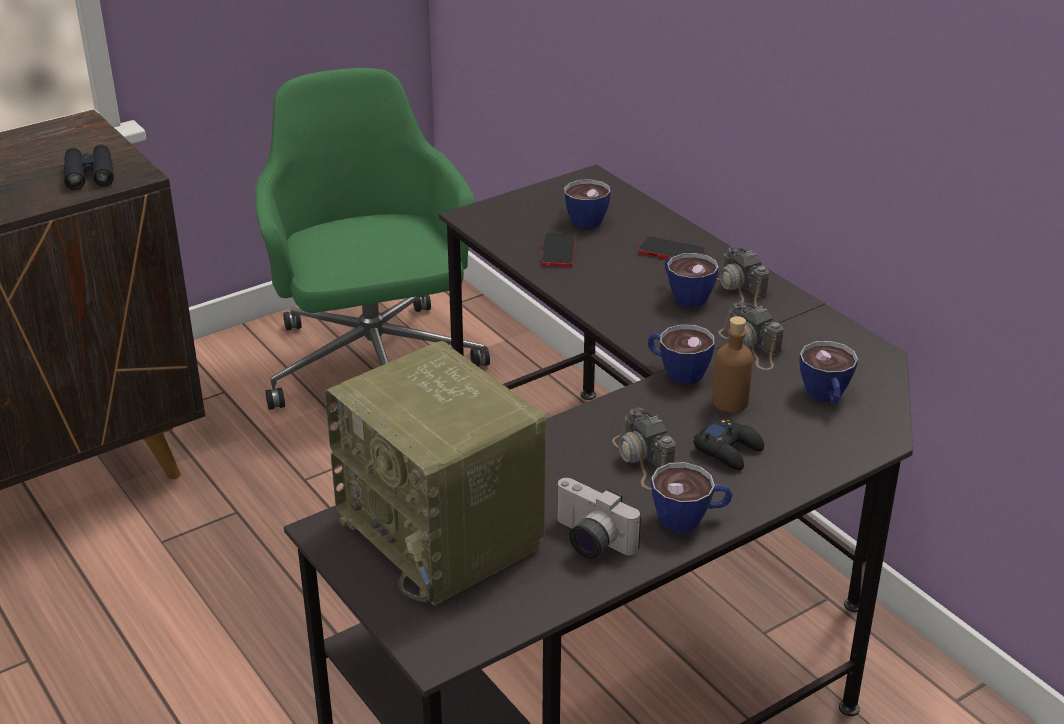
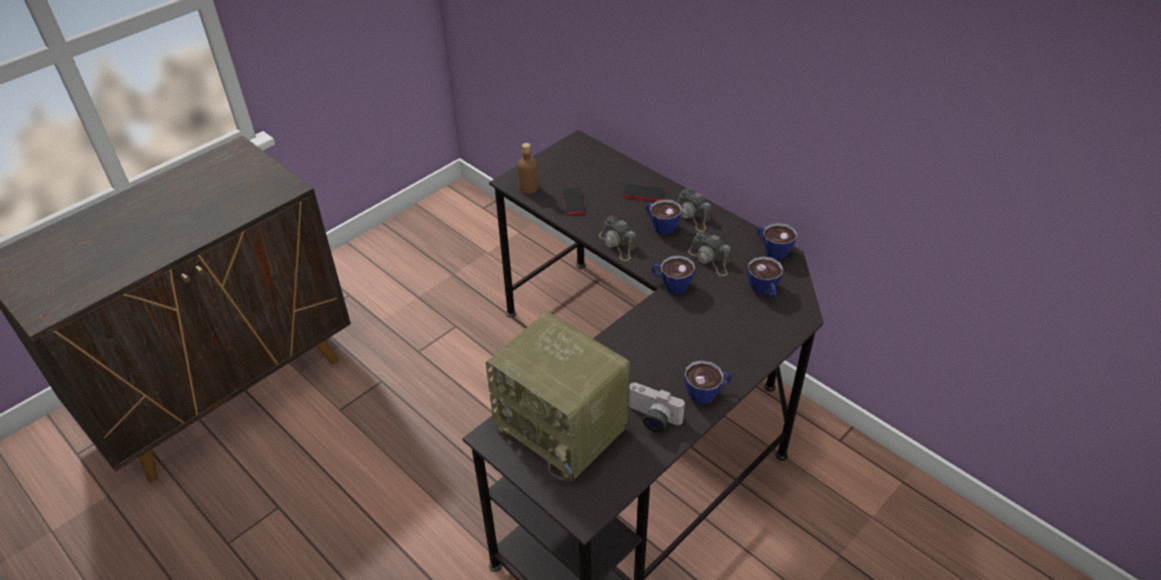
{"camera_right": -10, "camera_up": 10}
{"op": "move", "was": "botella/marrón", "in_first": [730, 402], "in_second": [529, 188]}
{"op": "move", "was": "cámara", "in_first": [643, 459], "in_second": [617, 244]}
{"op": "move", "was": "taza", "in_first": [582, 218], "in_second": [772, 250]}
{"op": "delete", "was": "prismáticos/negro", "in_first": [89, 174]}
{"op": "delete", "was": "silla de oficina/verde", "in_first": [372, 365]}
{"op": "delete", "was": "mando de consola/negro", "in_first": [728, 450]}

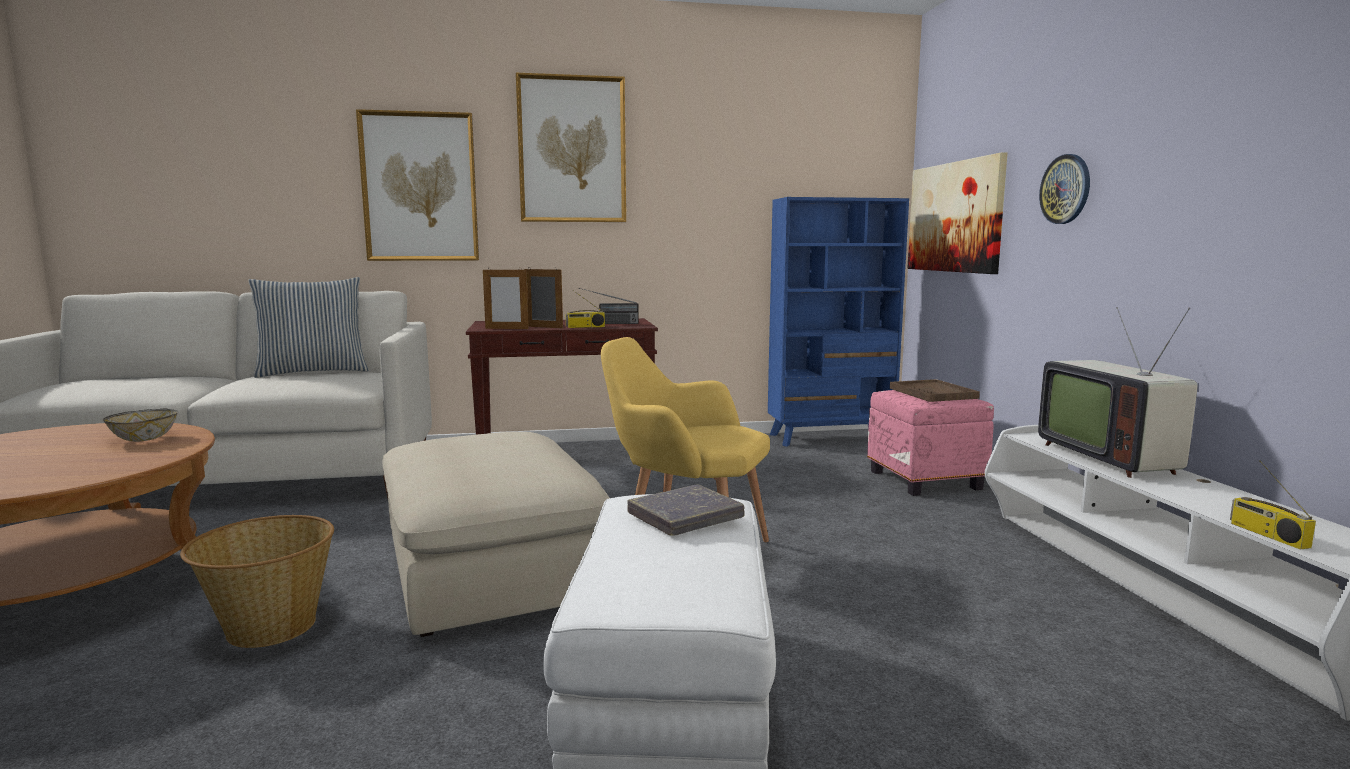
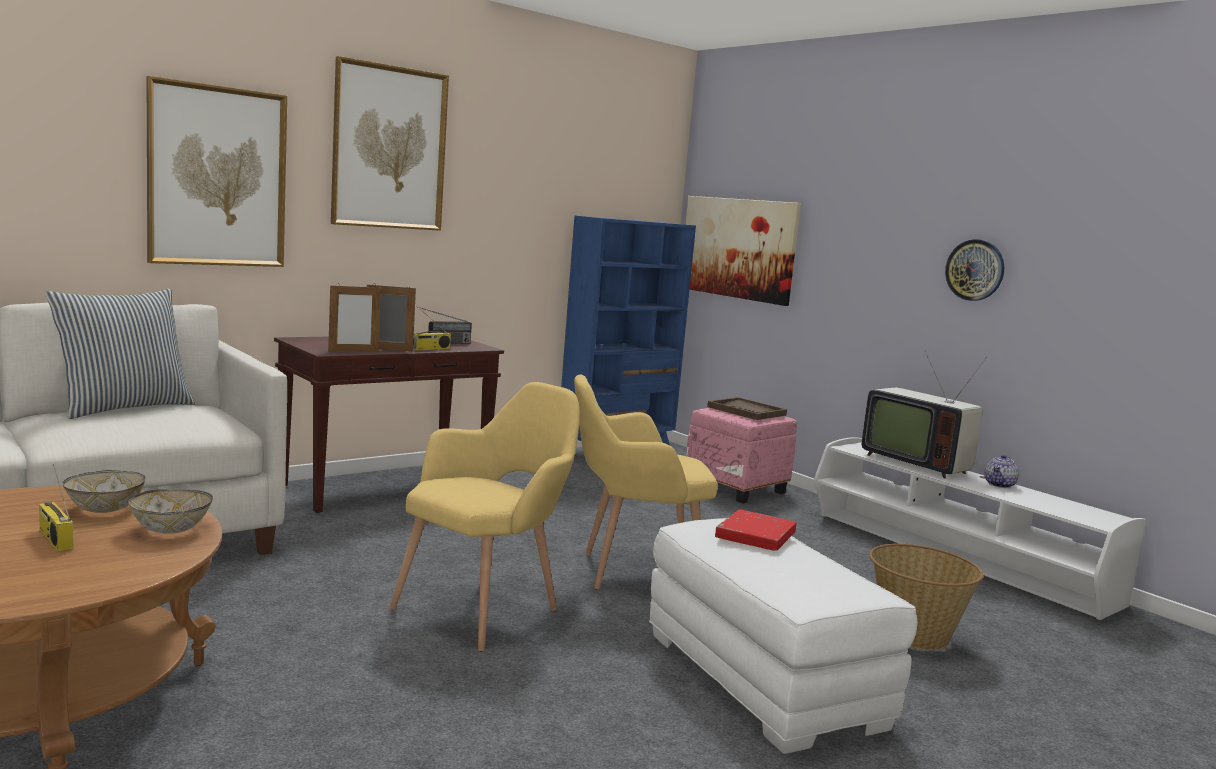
{"camera_right": -30, "camera_up": 0}
{"op": "move", "was": "radio", "in_first": [1266, 534], "in_second": [54, 539]}
{"op": "insert", "now": "cuenco", "in_second": [172, 529]}
{"op": "replace", "was": "puf/beis", "now": "sillón/amarillo", "in_first": [492, 568], "in_second": [486, 608]}
{"op": "recolor", "was": "libro/gris", "now": "libro/rojo", "in_first": [685, 517], "in_second": [756, 536]}
{"op": "move", "was": "cesta", "in_first": [269, 627], "in_second": [914, 635]}
{"op": "move", "was": "reloj de pared", "in_first": [1065, 189], "in_second": [975, 270]}
{"op": "insert", "now": "tetera", "in_second": [1000, 485]}

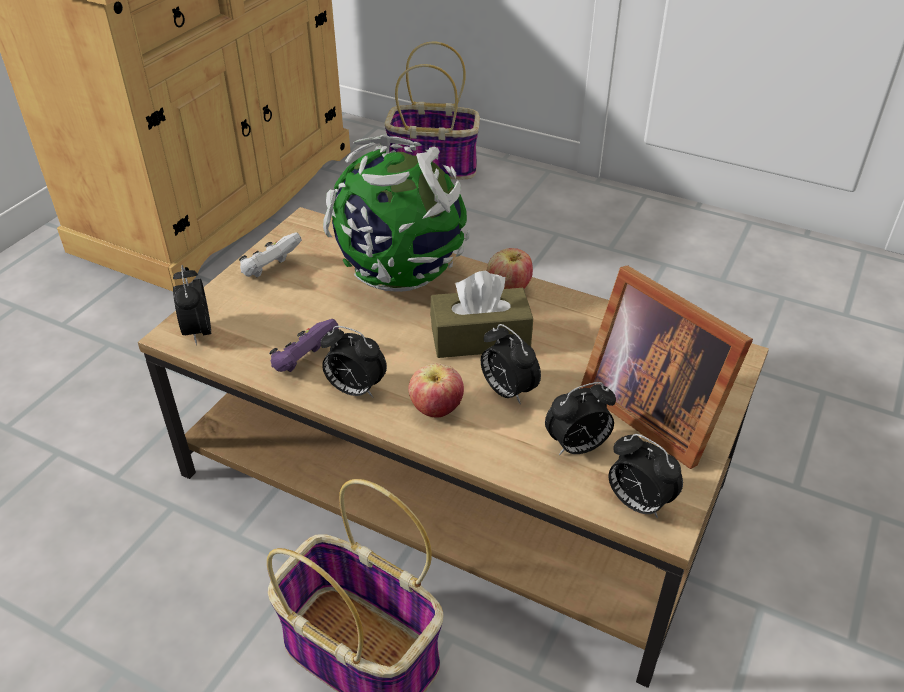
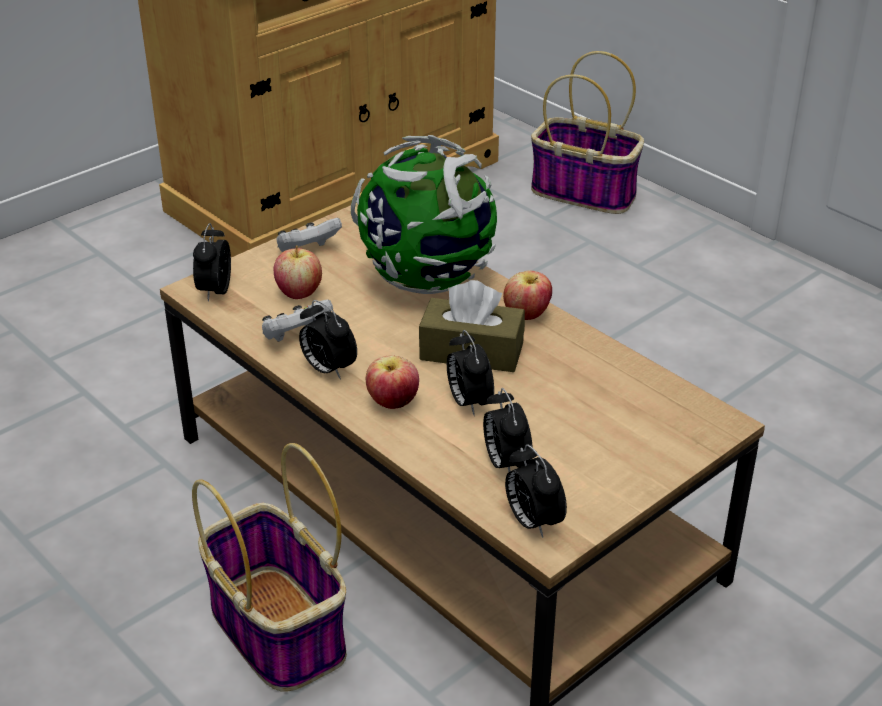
{"camera_right": 20, "camera_up": -5}
{"op": "recolor", "was": "mando de consola/morado", "now": "mando de consola/blanco", "in_first": [304, 362], "in_second": [295, 336]}
{"op": "insert", "now": "manzana", "in_second": [299, 292]}
{"op": "rotate", "was": "despertador", "in_first": [577, 447], "in_second": [505, 463], "clockwise": 75}
{"op": "delete", "was": "portarretratos", "in_first": [650, 408]}

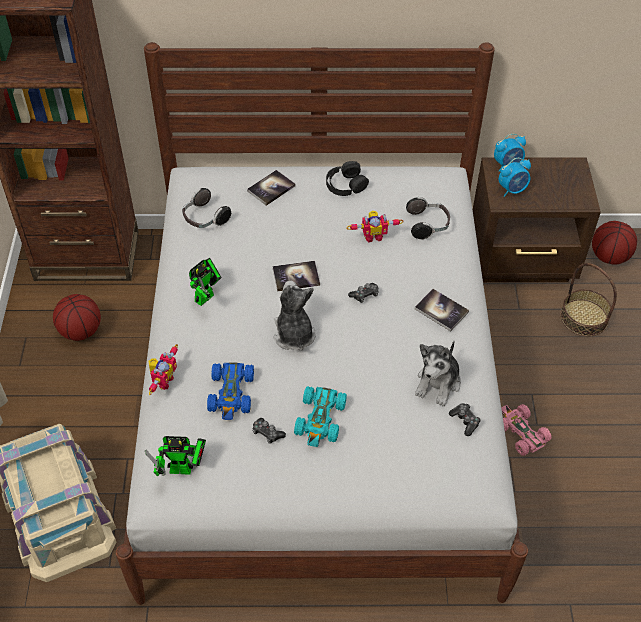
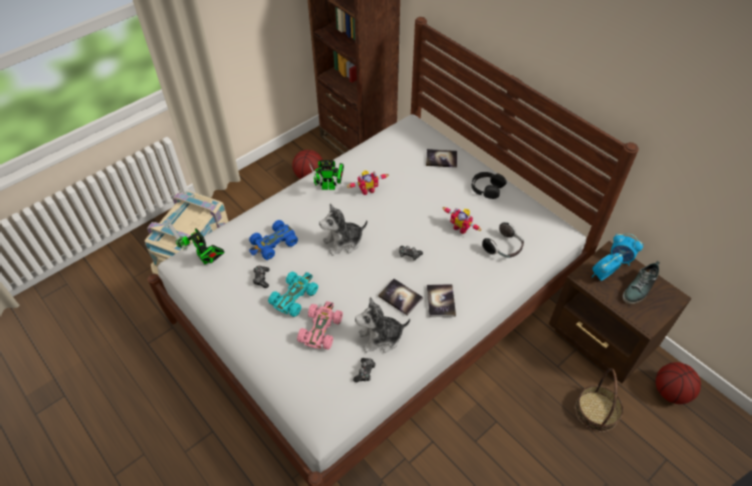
{"camera_right": 50, "camera_up": 0}
{"op": "rotate", "was": "coche de juguete/turquesa", "in_first": [320, 419], "in_second": [294, 296], "clockwise": 150}
{"op": "move", "was": "coche de juguete/rosa", "in_first": [520, 433], "in_second": [320, 329]}
{"op": "rotate", "was": "peluche", "in_first": [293, 334], "in_second": [343, 242], "clockwise": -150}
{"op": "move", "was": "robot de juguete", "in_first": [162, 381], "in_second": [367, 189]}
{"op": "move", "was": "libro", "in_first": [296, 277], "in_second": [400, 297]}
{"op": "rotate", "was": "despertador", "in_first": [512, 190], "in_second": [602, 275], "clockwise": 120}
{"op": "insert", "now": "zapato", "in_second": [639, 288]}
{"op": "delete", "was": "auriculares", "in_first": [204, 219]}

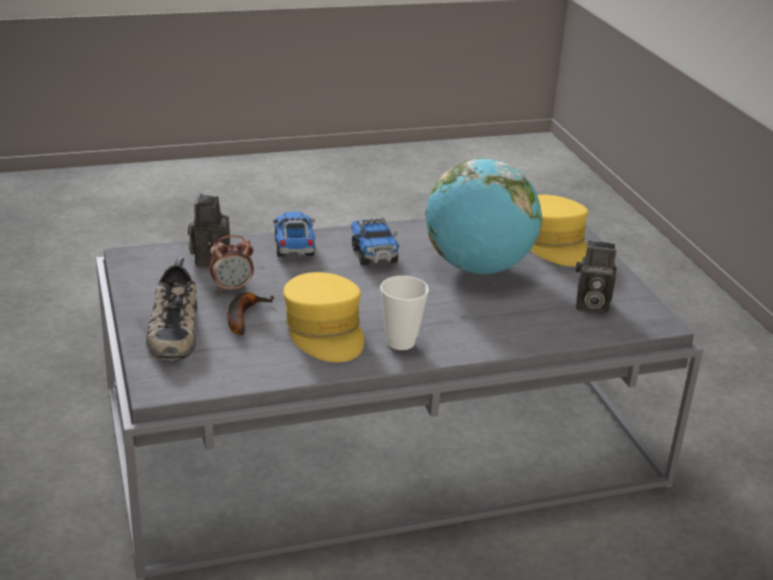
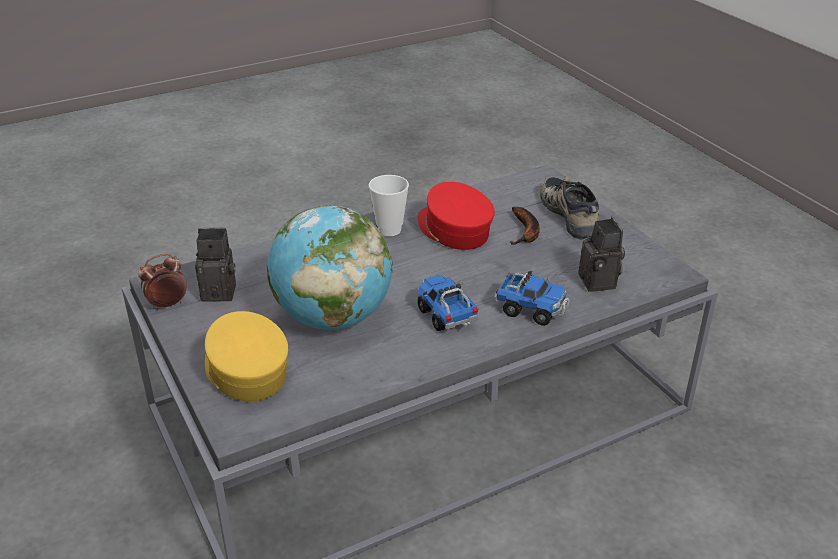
{"camera_right": 170, "camera_up": 5}
{"op": "move", "was": "despertador", "in_first": [232, 288], "in_second": [167, 304]}
{"op": "recolor", "was": "gorra/amarillo", "now": "gorra/rojo", "in_first": [325, 331], "in_second": [453, 230]}
{"op": "rotate", "was": "camión de juguete", "in_first": [294, 248], "in_second": [530, 310], "clockwise": -45}

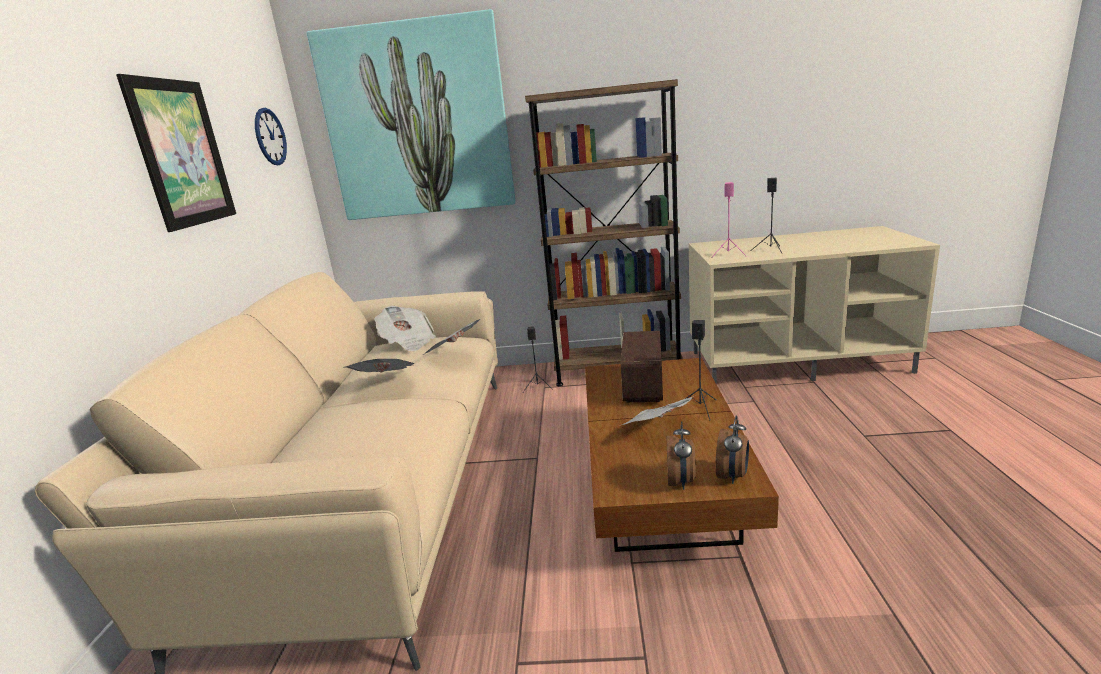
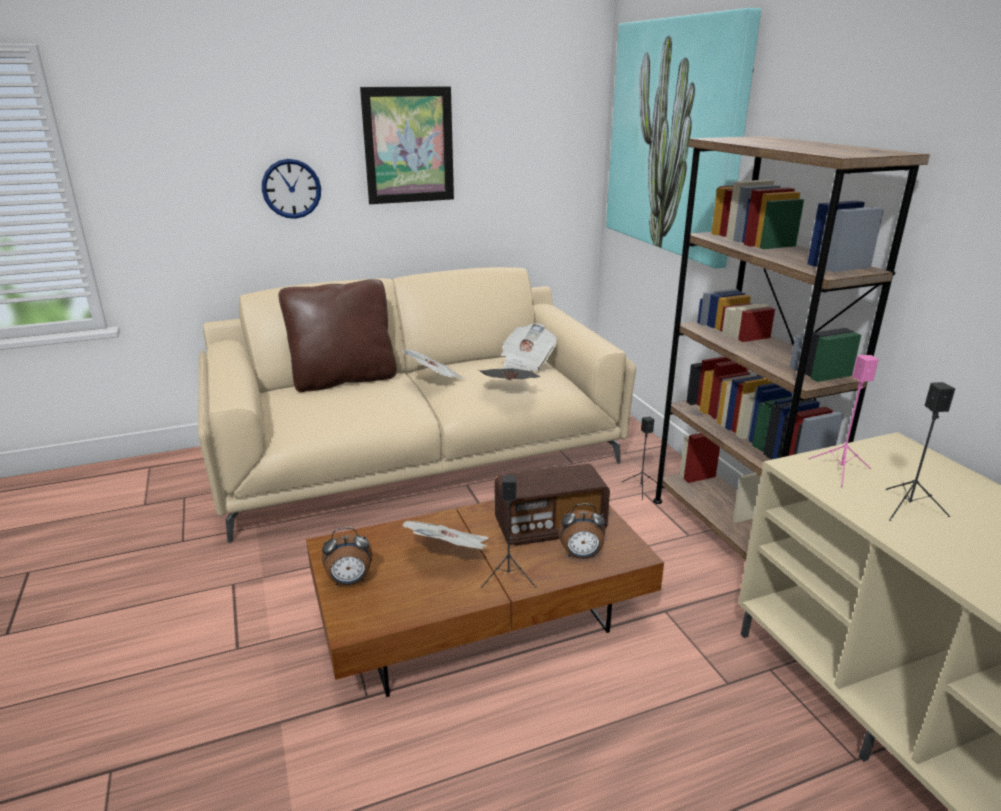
{"camera_right": 65, "camera_up": 5}
{"op": "move", "was": "reloj de pared", "in_first": [270, 137], "in_second": [291, 189]}
{"op": "insert", "now": "cojín/marrón", "in_second": [344, 379]}
{"op": "move", "was": "despertador", "in_first": [732, 476], "in_second": [581, 555]}

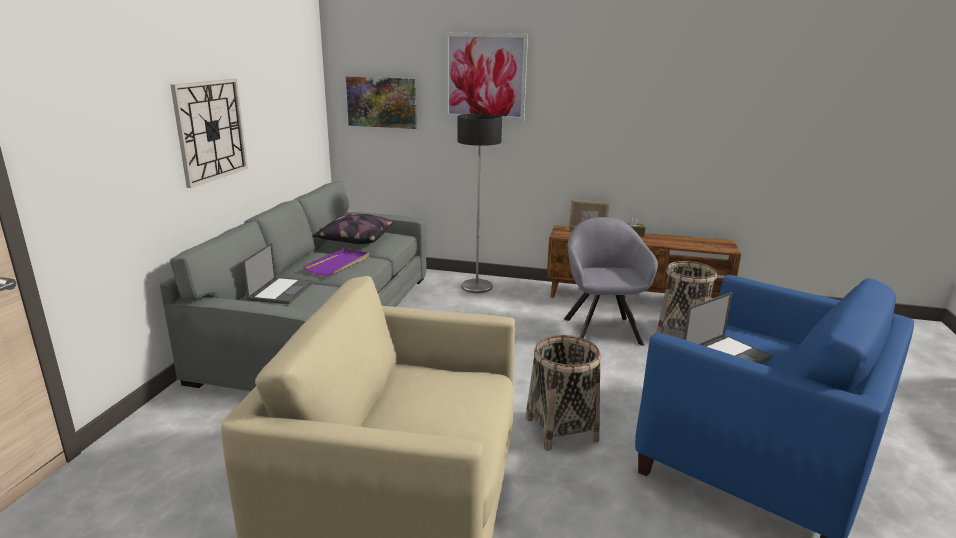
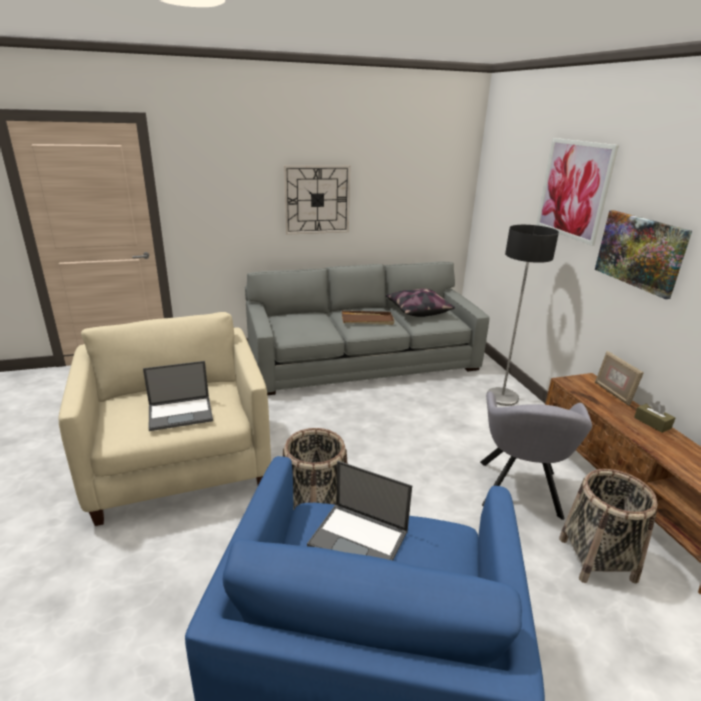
{"camera_right": 60, "camera_up": 5}
{"op": "move", "was": "portátil", "in_first": [281, 291], "in_second": [181, 413]}
{"op": "recolor", "was": "bandeja/morado", "now": "bandeja/marrón", "in_first": [338, 264], "in_second": [367, 320]}
{"op": "rotate", "was": "sillón/gris", "in_first": [601, 329], "in_second": [519, 492], "clockwise": 135}
{"op": "move", "was": "cuadro", "in_first": [382, 102], "in_second": [640, 252]}

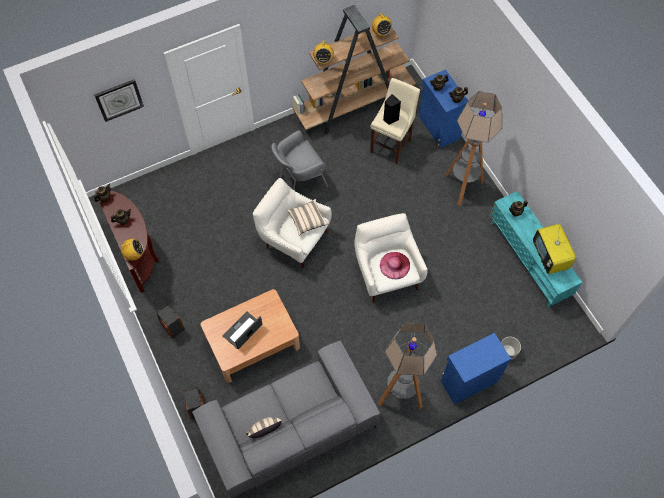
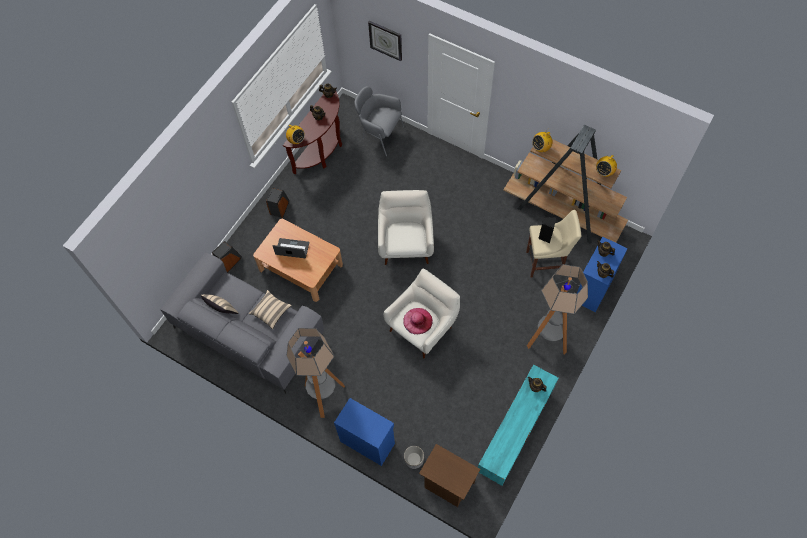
{"camera_right": 60, "camera_up": 0}
{"op": "move", "was": "cojín/beis", "in_first": [307, 220], "in_second": [271, 312]}
{"op": "move", "was": "sillón/gris", "in_first": [299, 178], "in_second": [380, 135]}
{"op": "insert", "now": "mesita de noche/marrón", "in_second": [447, 484]}
{"op": "delete", "was": "televisor", "in_first": [550, 257]}

